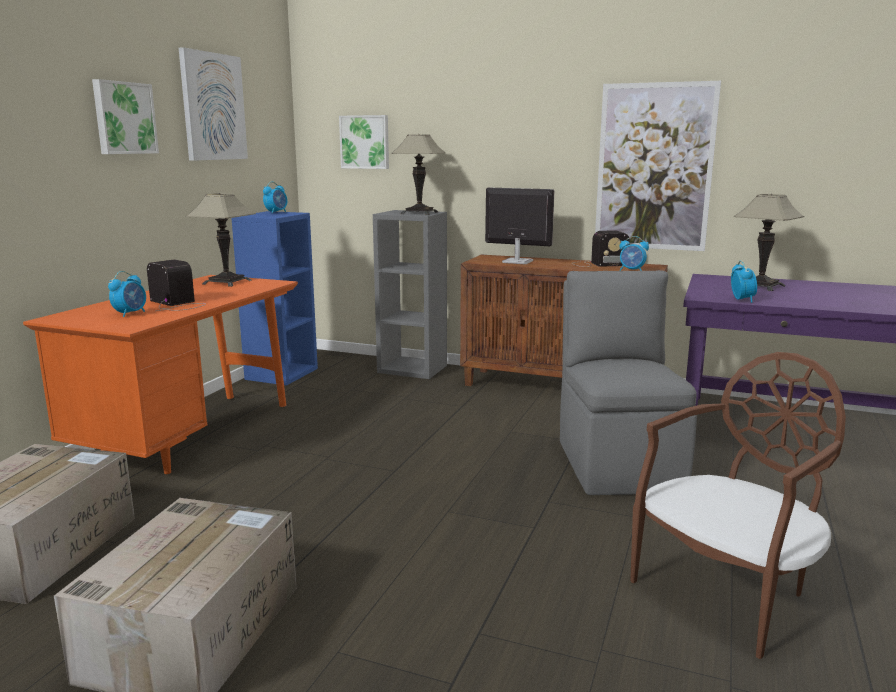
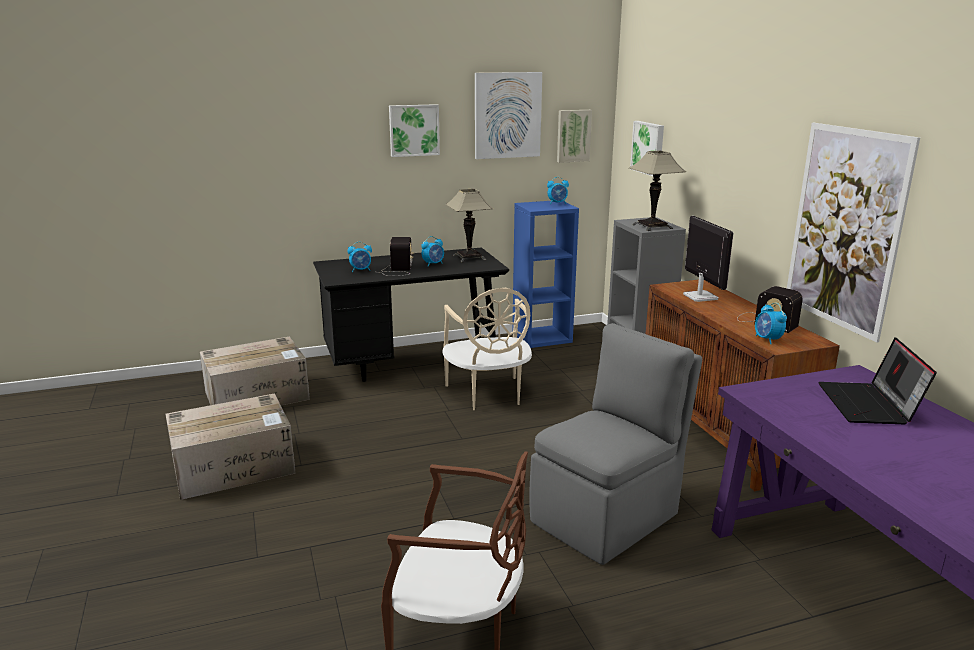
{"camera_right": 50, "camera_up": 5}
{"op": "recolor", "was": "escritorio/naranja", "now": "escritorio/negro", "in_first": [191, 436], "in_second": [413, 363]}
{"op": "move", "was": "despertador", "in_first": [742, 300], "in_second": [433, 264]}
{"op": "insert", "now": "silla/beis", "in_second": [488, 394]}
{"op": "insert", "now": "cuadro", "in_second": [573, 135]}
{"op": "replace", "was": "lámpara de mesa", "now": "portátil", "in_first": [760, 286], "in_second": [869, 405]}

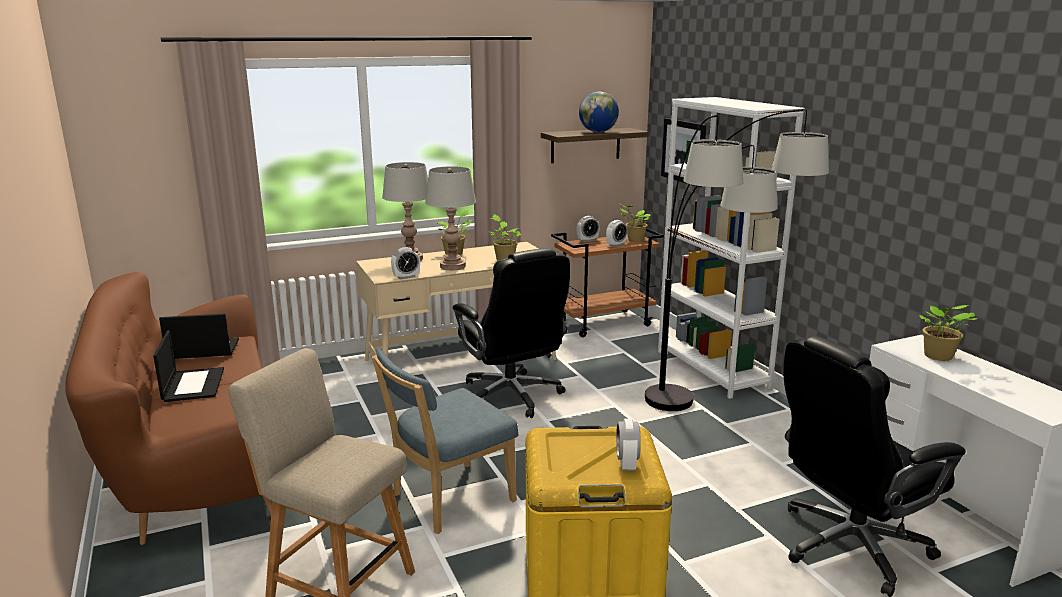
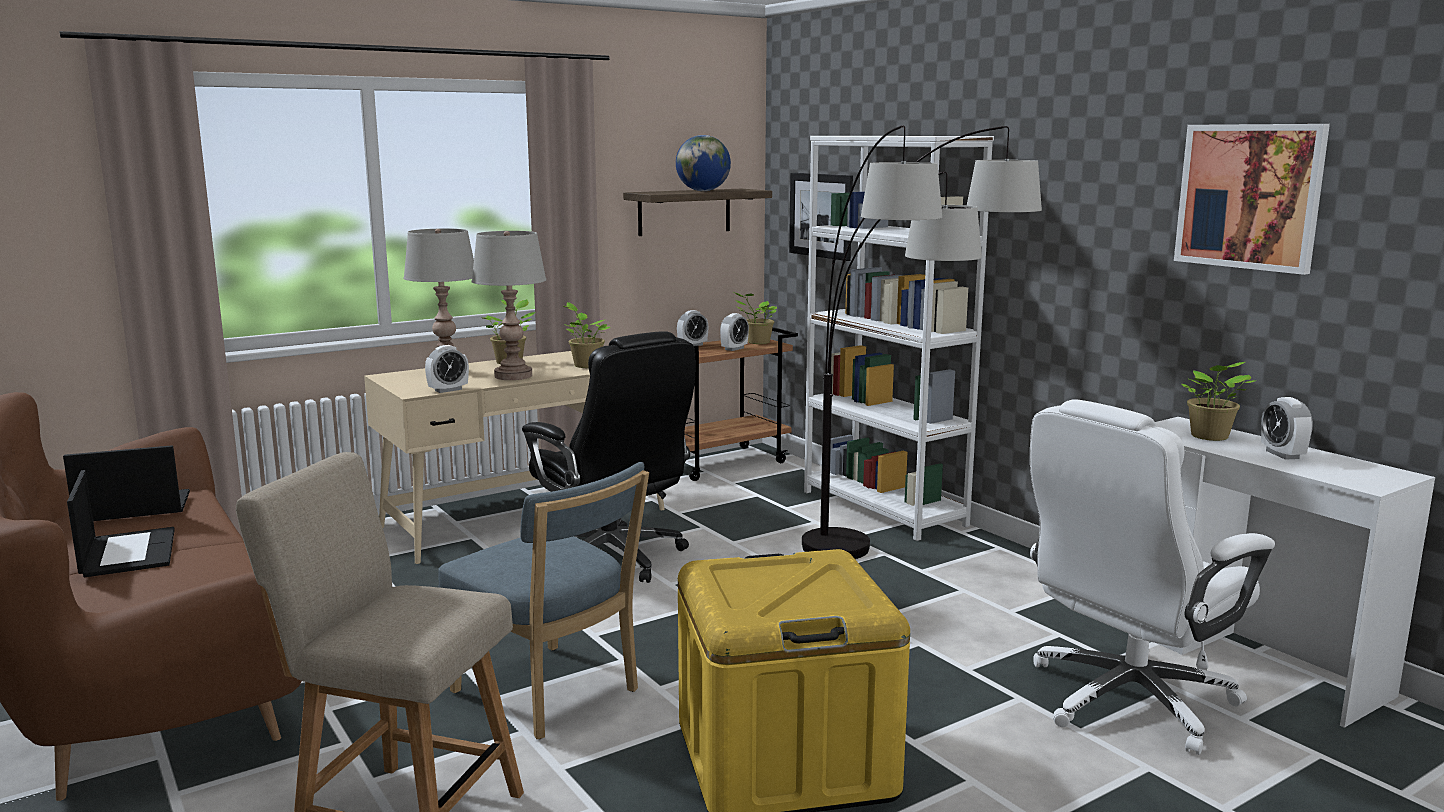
{"camera_right": -10, "camera_up": -5}
{"op": "rotate", "was": "silla/azul", "in_first": [448, 500], "in_second": [551, 695], "clockwise": -90}
{"op": "recolor", "was": "silla de oficina/negro", "now": "silla de oficina/blanco", "in_first": [849, 546], "in_second": [1127, 700]}
{"op": "insert", "now": "cuadro", "in_second": [1249, 196]}
{"op": "move", "was": "despertador", "in_first": [627, 464], "in_second": [1282, 454]}

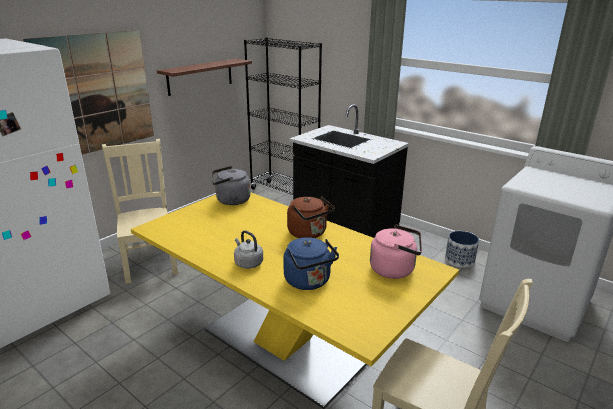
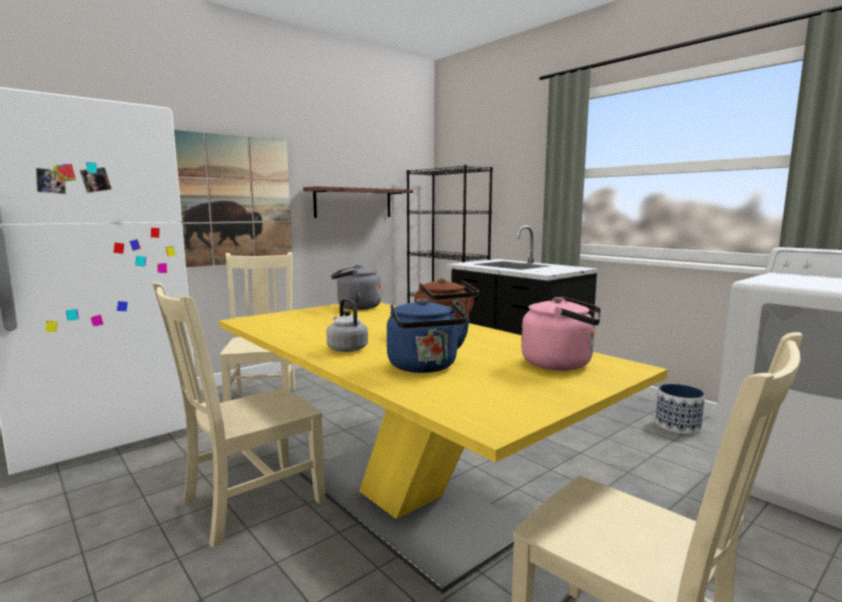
{"camera_right": 10, "camera_up": -15}
{"op": "insert", "now": "silla/beis", "in_second": [249, 503]}

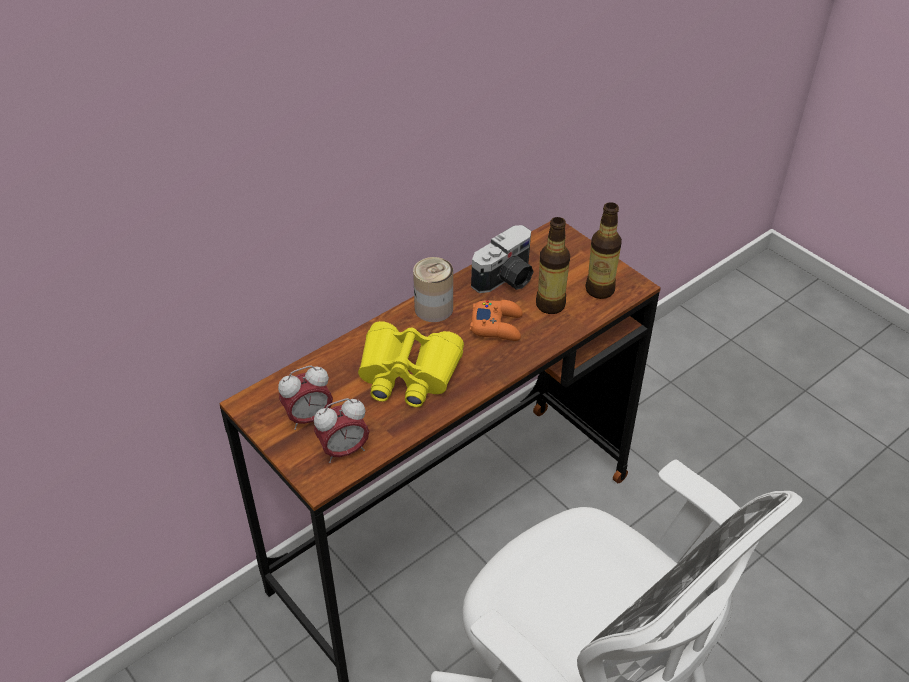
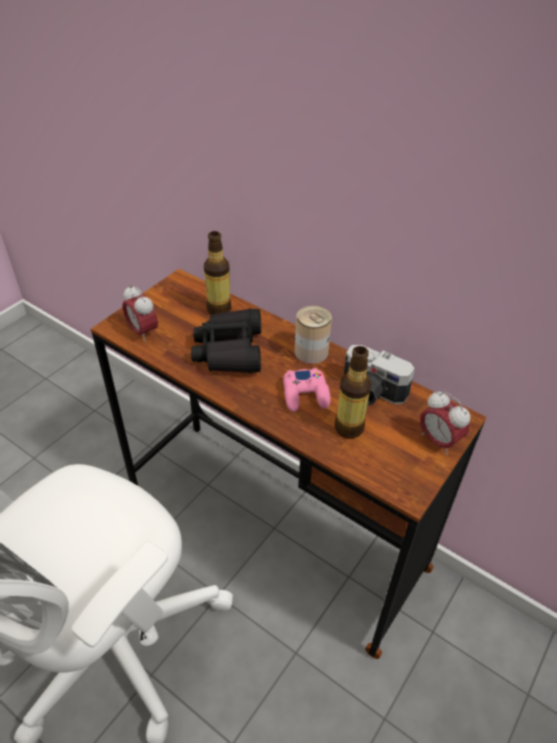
{"camera_right": 75, "camera_up": 0}
{"op": "recolor", "was": "prismáticos/amarillo", "now": "prismáticos/negro", "in_first": [408, 374], "in_second": [229, 350]}
{"op": "move", "was": "botella", "in_first": [600, 290], "in_second": [219, 309]}
{"op": "recolor", "was": "mando de consola/naranja", "now": "mando de consola/rosa", "in_first": [497, 325], "in_second": [306, 394]}
{"op": "move", "was": "despertador", "in_first": [309, 418], "in_second": [438, 441]}

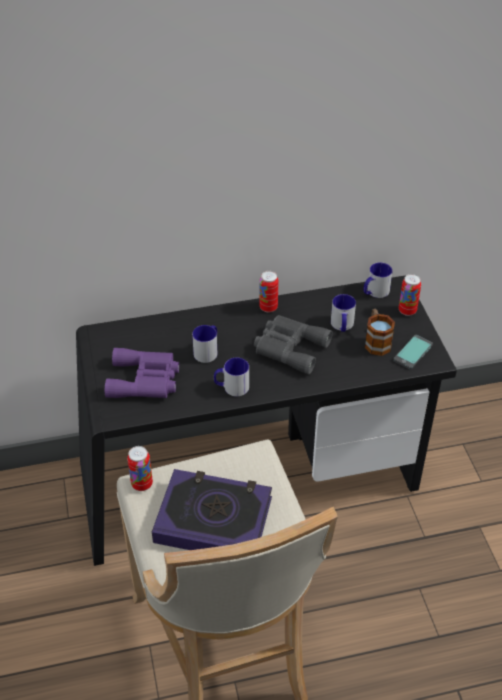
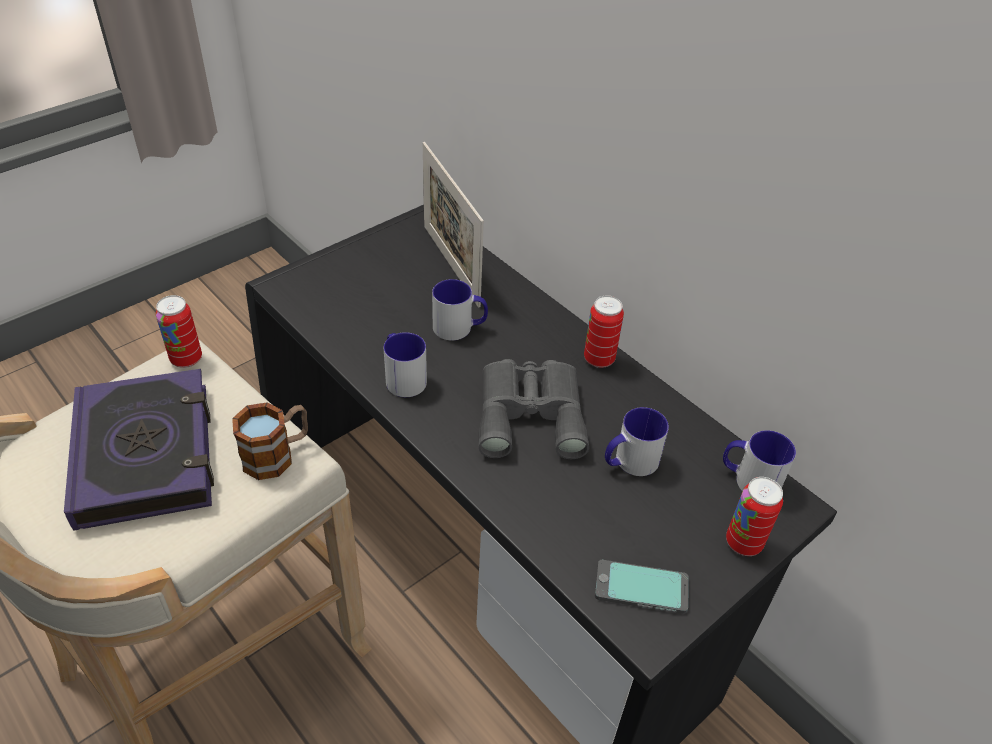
{"camera_right": 60, "camera_up": 0}
{"op": "move", "was": "taza grande", "in_first": [376, 341], "in_second": [277, 454]}
{"op": "insert", "now": "portarretratos", "in_second": [451, 265]}
{"op": "delete", "was": "prismáticos/morado", "in_first": [145, 380]}

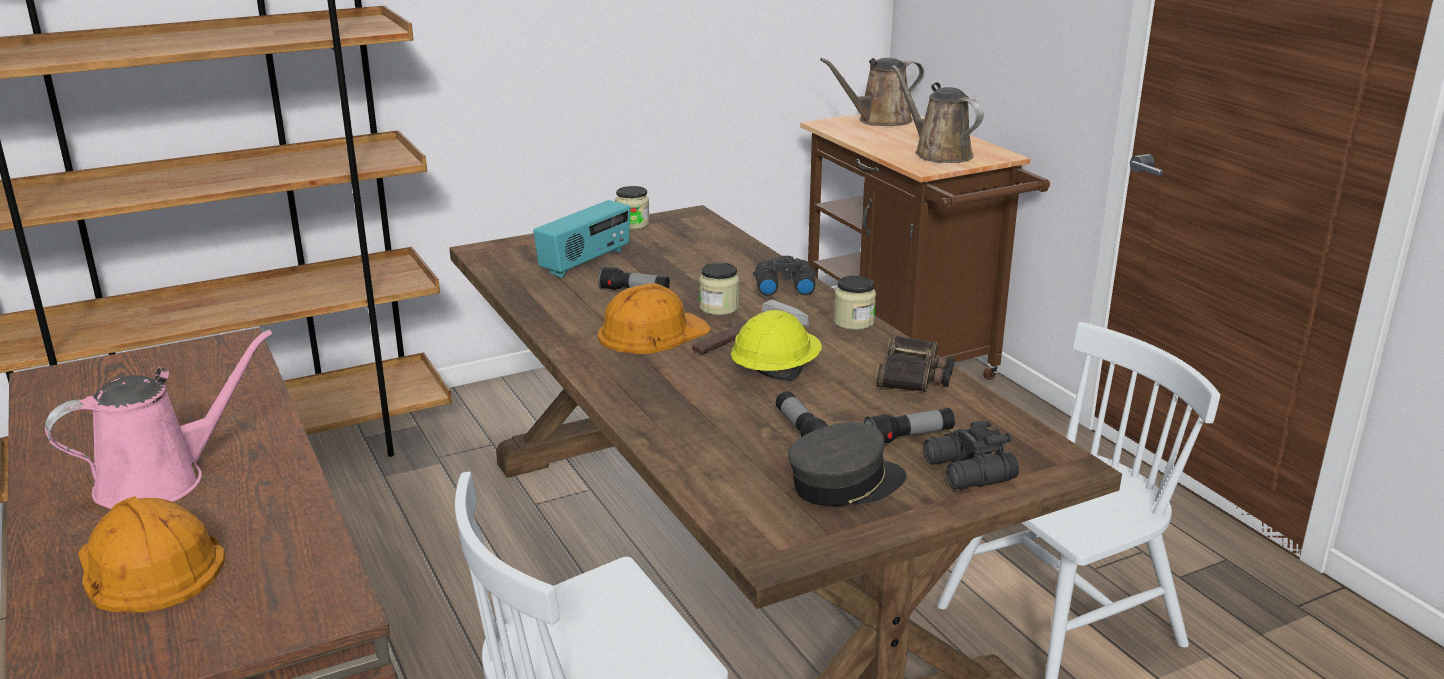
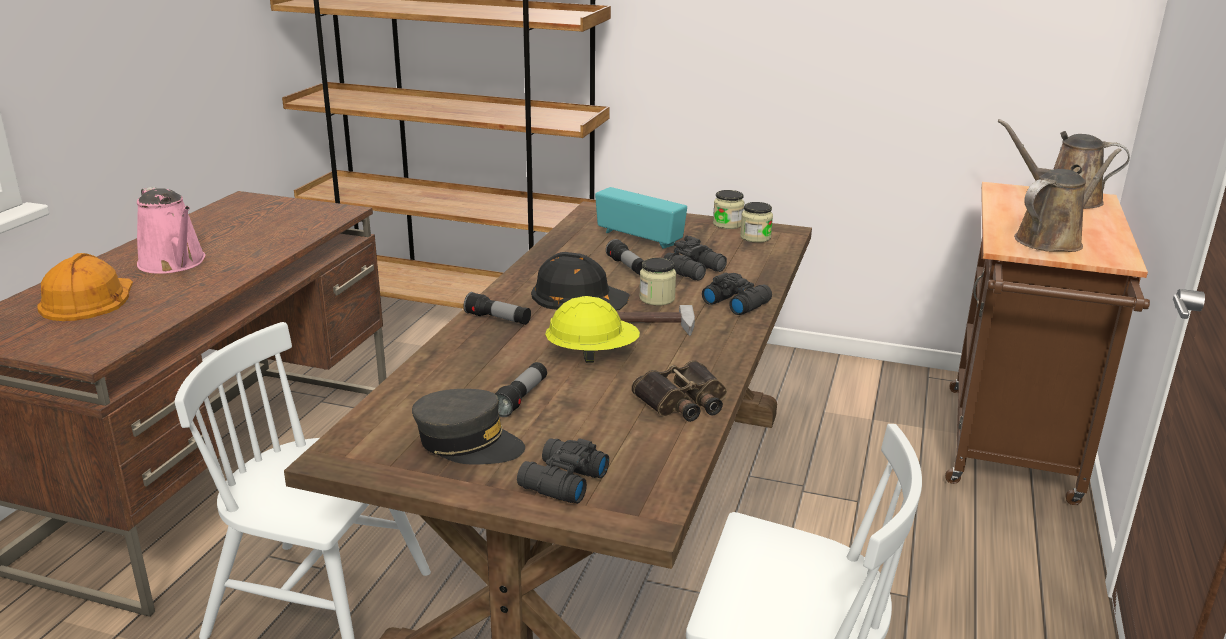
{"camera_right": 45, "camera_up": 0}
{"op": "rotate", "was": "regadera/rosa", "in_first": [161, 479], "in_second": [174, 263], "clockwise": 45}
{"op": "move", "was": "linterna", "in_first": [909, 437], "in_second": [498, 319]}
{"op": "recolor", "was": "casco/naranja", "now": "casco/negro", "in_first": [651, 332], "in_second": [578, 296]}
{"op": "rotate", "was": "radio", "in_first": [586, 262], "in_second": [640, 238], "clockwise": -135}
{"op": "insert", "now": "prismáticos/negro", "in_second": [696, 270]}
{"op": "move", "was": "tarro", "in_first": [853, 322], "in_second": [755, 237]}
{"op": "rotate", "was": "regadera/marrón", "in_first": [938, 153], "in_second": [1053, 240], "clockwise": 45}

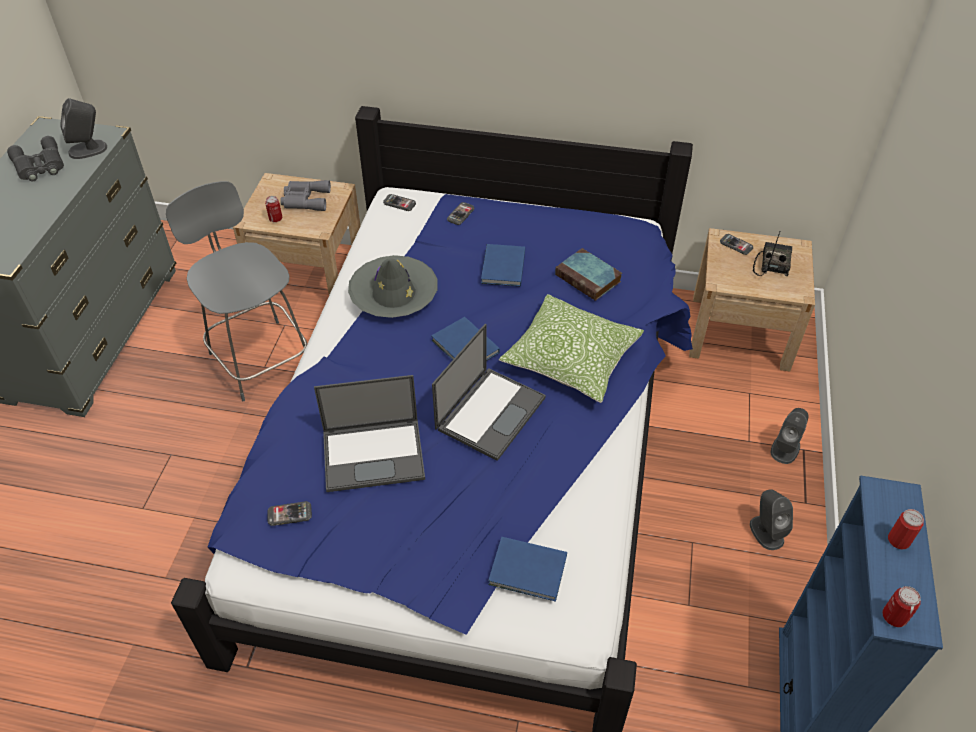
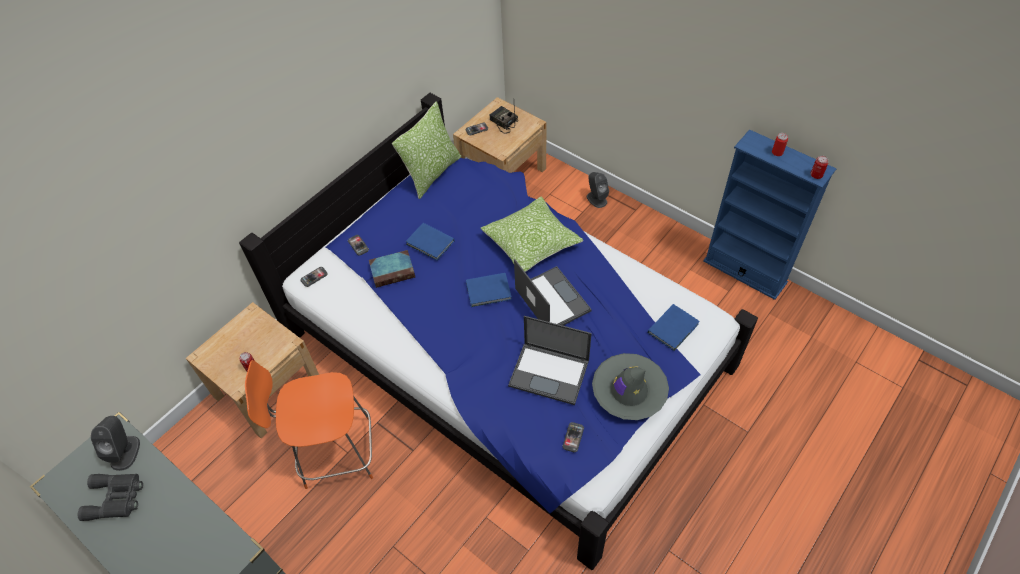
{"camera_right": -60, "camera_up": 5}
{"op": "recolor", "was": "silla/gris", "now": "silla/naranja", "in_first": [259, 357], "in_second": [335, 453]}
{"op": "move", "was": "libro", "in_first": [589, 278], "in_second": [393, 270]}
{"op": "insert", "now": "cojín", "in_second": [432, 173]}
{"op": "rotate", "was": "portátil", "in_first": [375, 454], "in_second": [550, 373], "clockwise": 90}
{"op": "move", "was": "sombrero/gris", "in_first": [393, 294], "in_second": [629, 391]}
{"op": "delete", "was": "prismáticos/gris", "in_first": [304, 199]}
{"op": "delete", "was": "altavoz/gris", "in_first": [766, 532]}

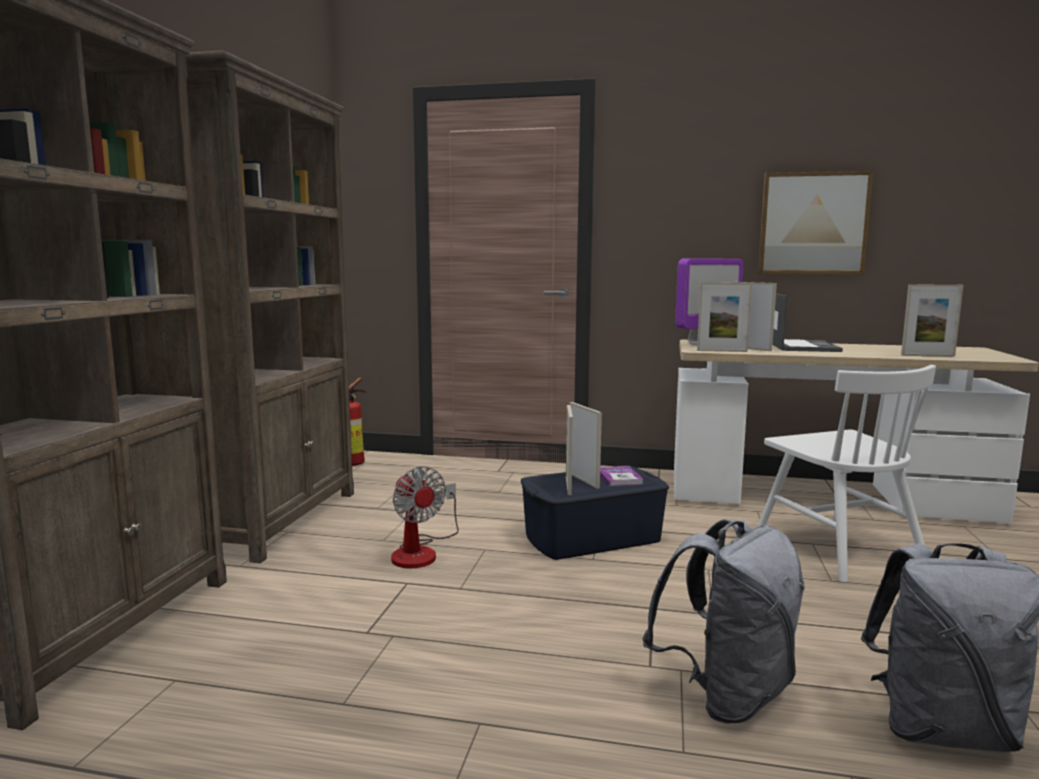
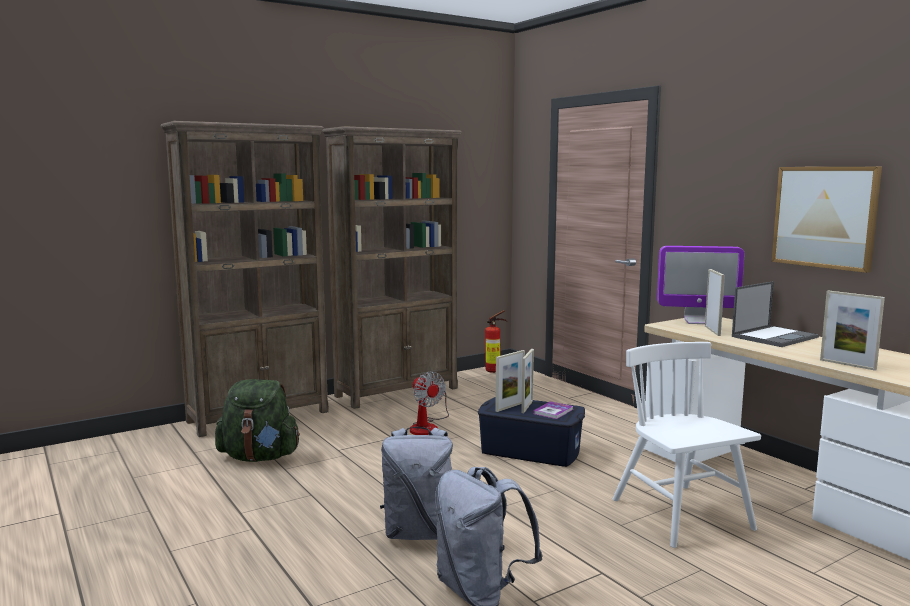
{"camera_right": 45, "camera_up": 0}
{"op": "insert", "now": "mochila/verde", "in_second": [259, 457]}
{"op": "rotate", "was": "ventilador", "in_first": [421, 552], "in_second": [427, 427], "clockwise": -45}
{"op": "rotate", "was": "silla/blanco", "in_first": [837, 549], "in_second": [681, 515], "clockwise": 135}
{"op": "delete", "was": "portarretratos", "in_first": [722, 351]}

